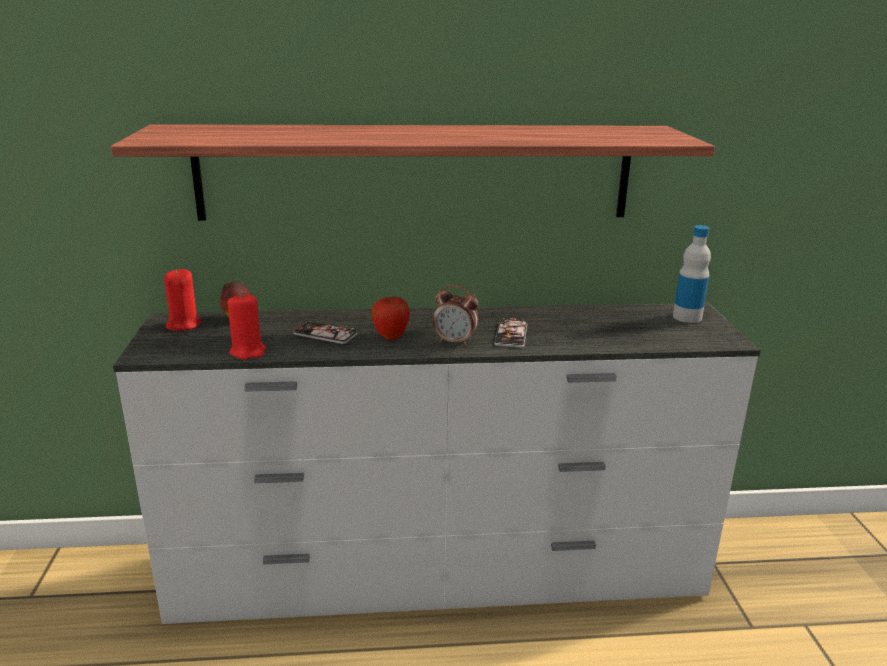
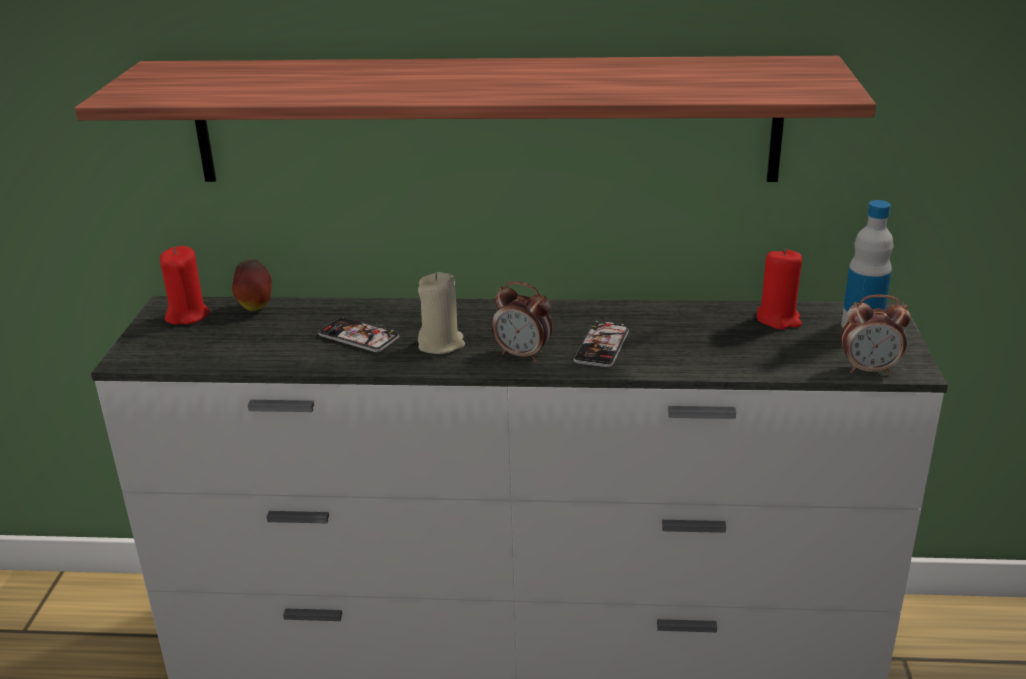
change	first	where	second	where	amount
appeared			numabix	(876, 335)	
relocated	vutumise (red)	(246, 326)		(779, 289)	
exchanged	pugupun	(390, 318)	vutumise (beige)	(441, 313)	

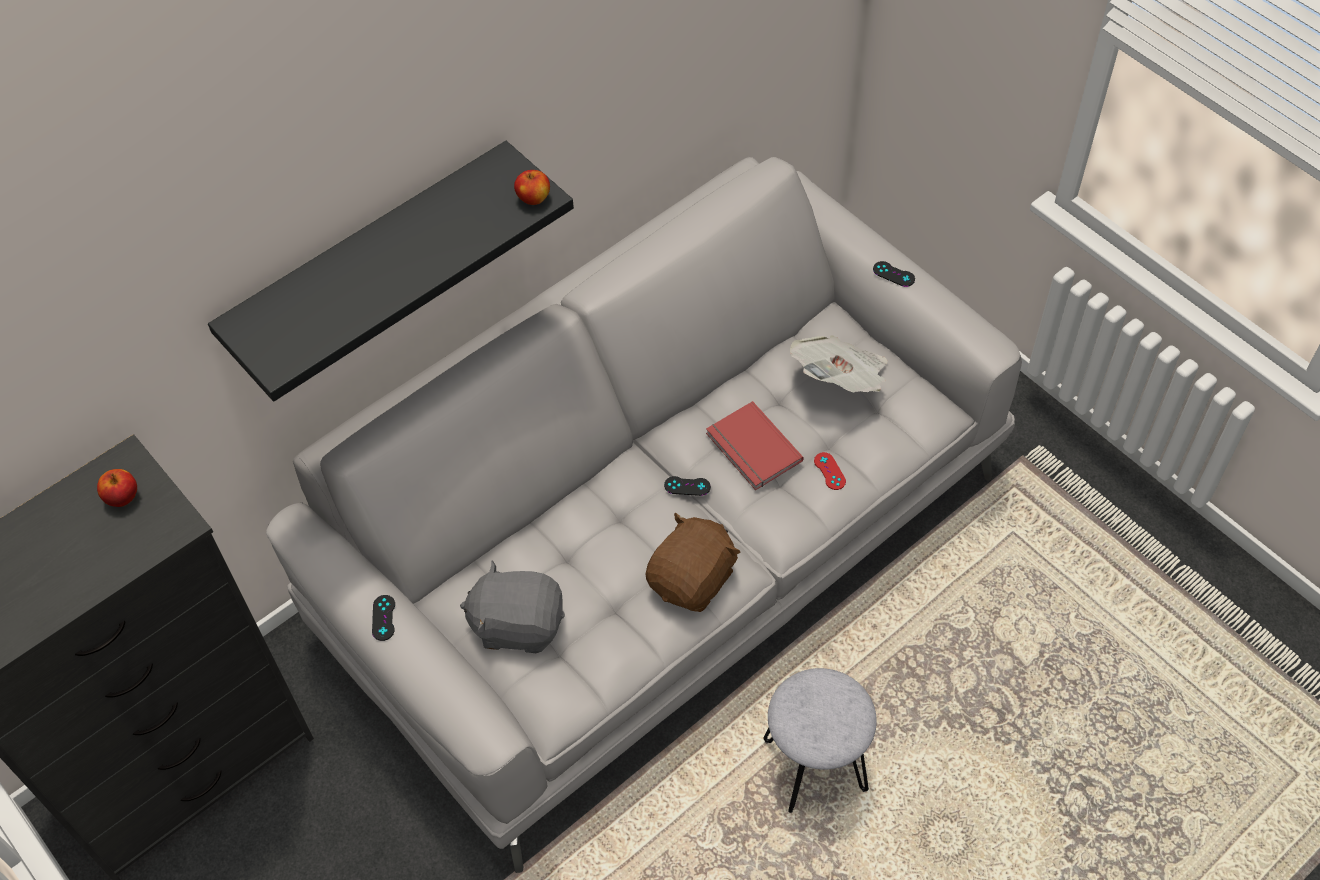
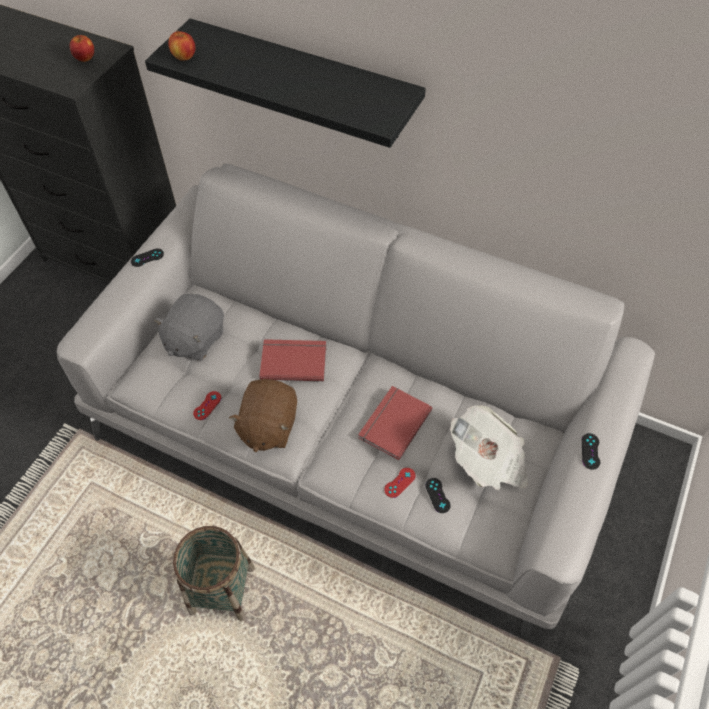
change	first	where	second	where	amount
appeared			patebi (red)	(207, 405)	
appeared			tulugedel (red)	(292, 360)	
relocated	pugupun	(532, 187)		(181, 46)	
relocated	patebi (black)	(687, 486)		(438, 495)	
exchanged	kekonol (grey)	(820, 740)	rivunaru	(214, 573)	
spun	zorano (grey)	(512, 606)		(189, 327)	135 degrees counterclockwise
spun	zorano (brown)	(693, 562)		(263, 415)	90 degrees clockwise

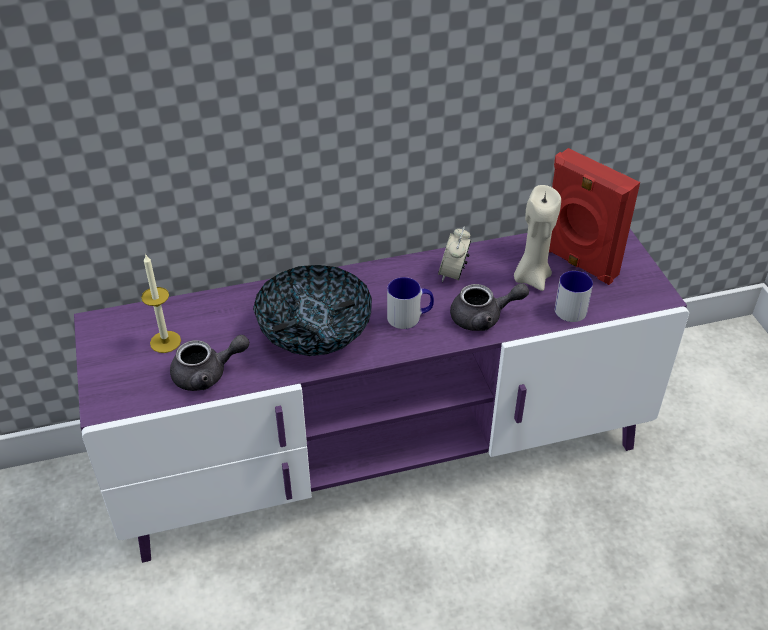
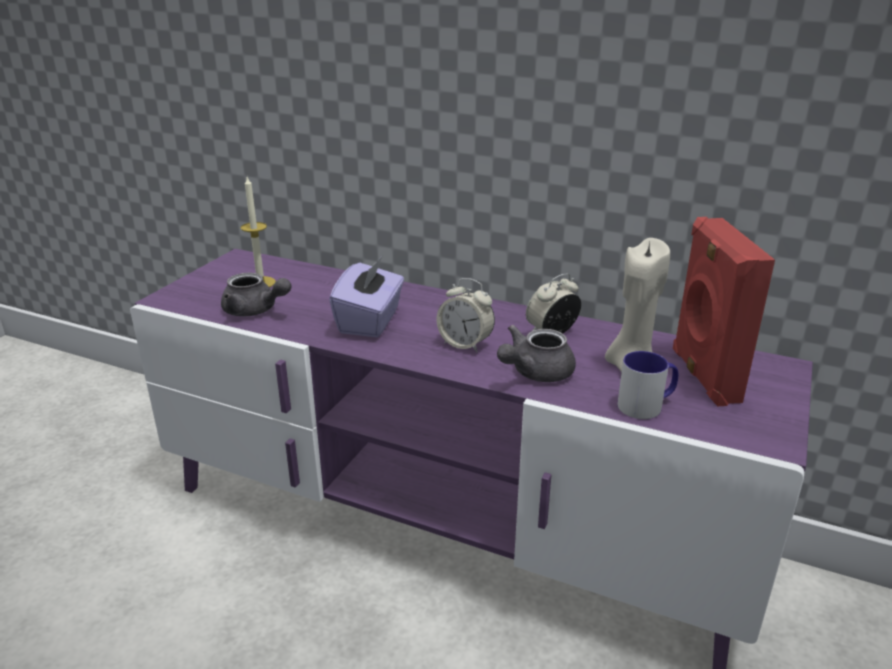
change	first	where	second	where	amount
exchanged	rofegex	(312, 310)	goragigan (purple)	(366, 297)	
exchanged	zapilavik	(410, 303)	numabix	(466, 315)	
spun	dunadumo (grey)	(489, 307)		(536, 353)	105 degrees clockwise

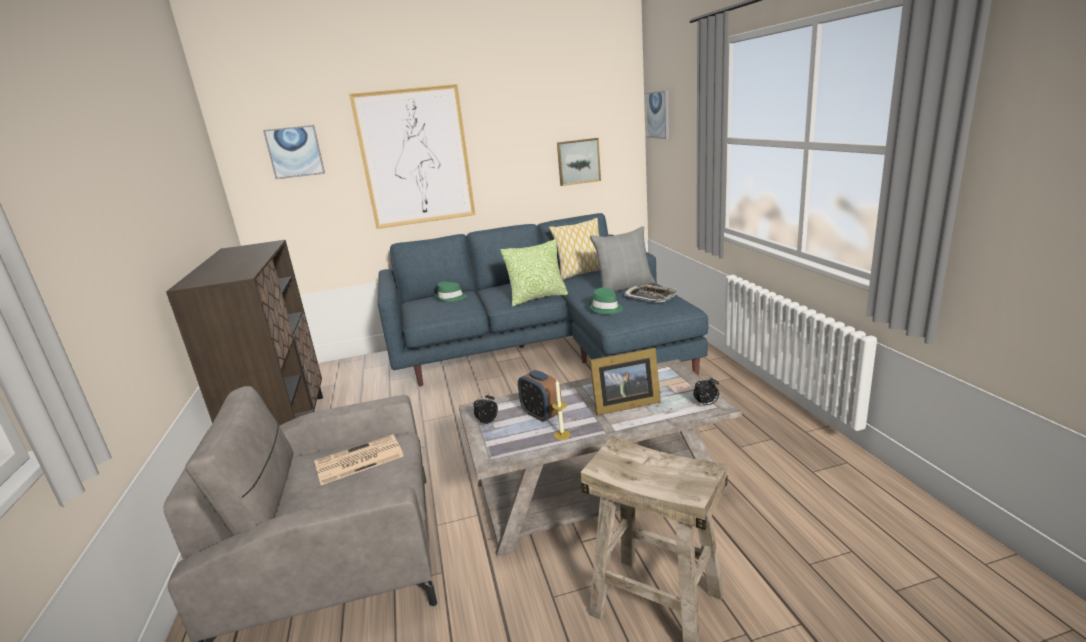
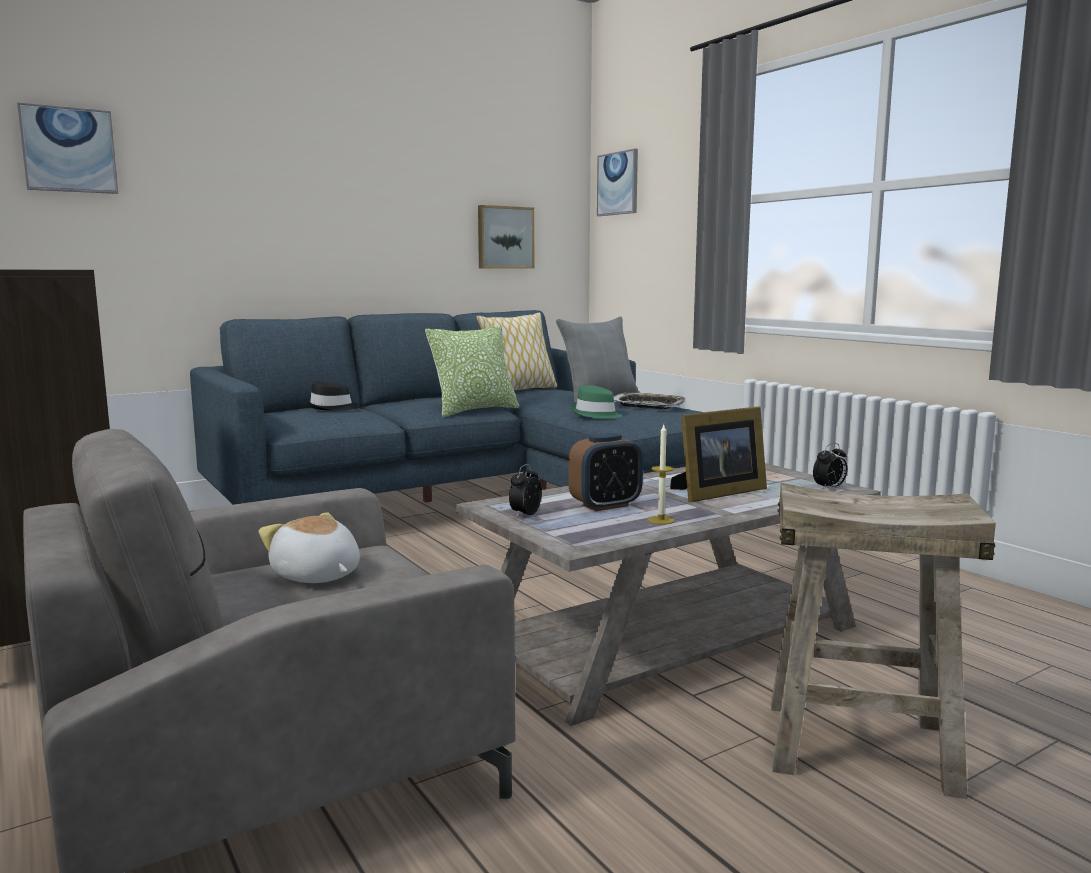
change	first	where	second	where	amount
missing	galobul	(412, 156)			
exchanged	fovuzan	(359, 459)	zorano	(309, 547)	
colour	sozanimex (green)	(451, 291)	sozanimex (black)	(332, 396)	
spun	numabix	(540, 396)		(605, 472)	60 degrees counterclockwise

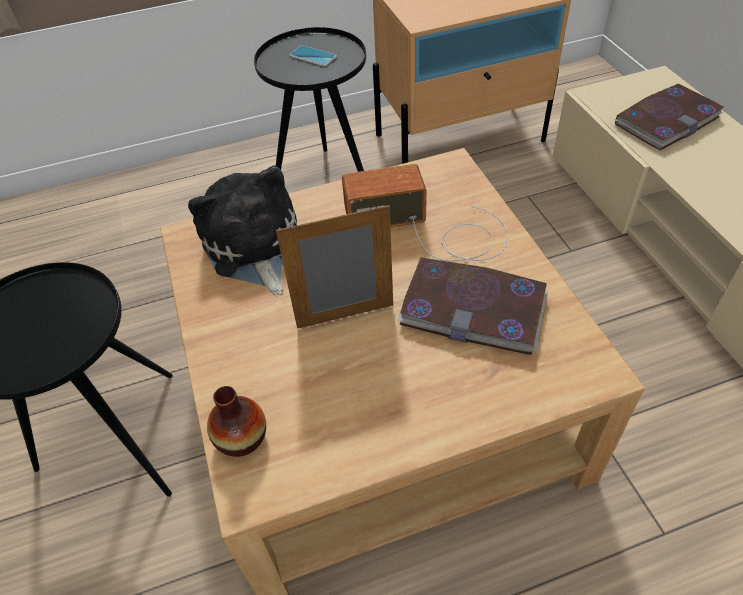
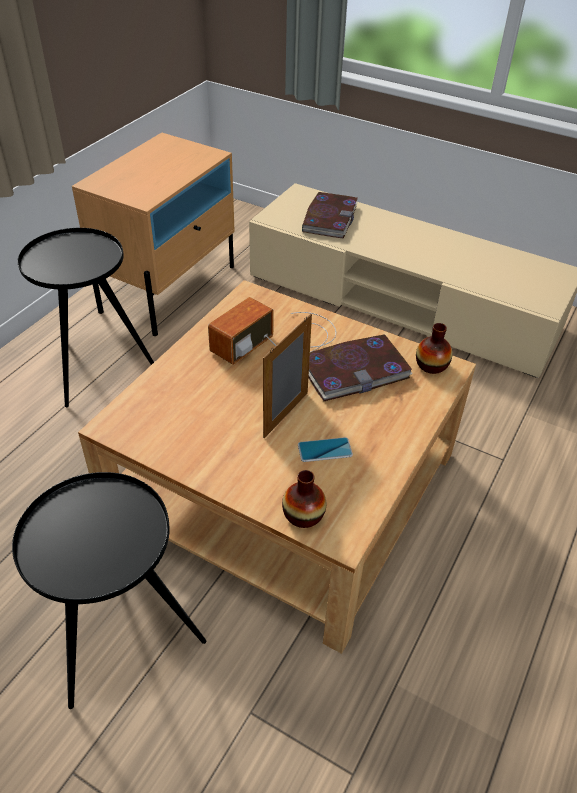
change	first	where	second	where	amount
missing	zorano	(242, 230)			
appeared			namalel	(434, 348)	
relocated	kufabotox	(313, 55)		(325, 449)	

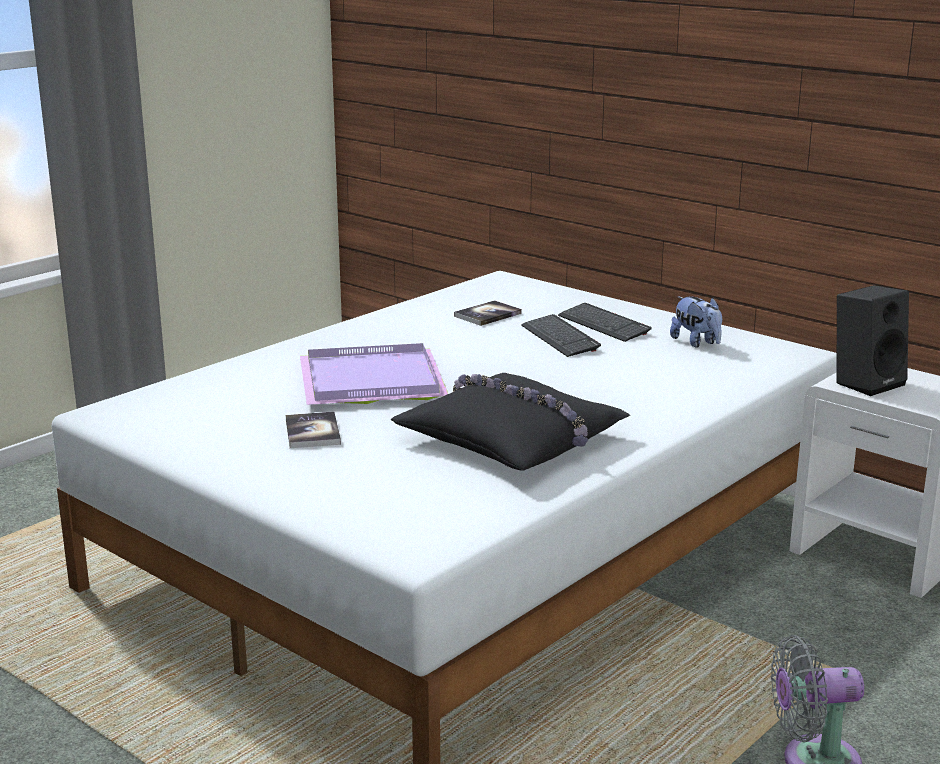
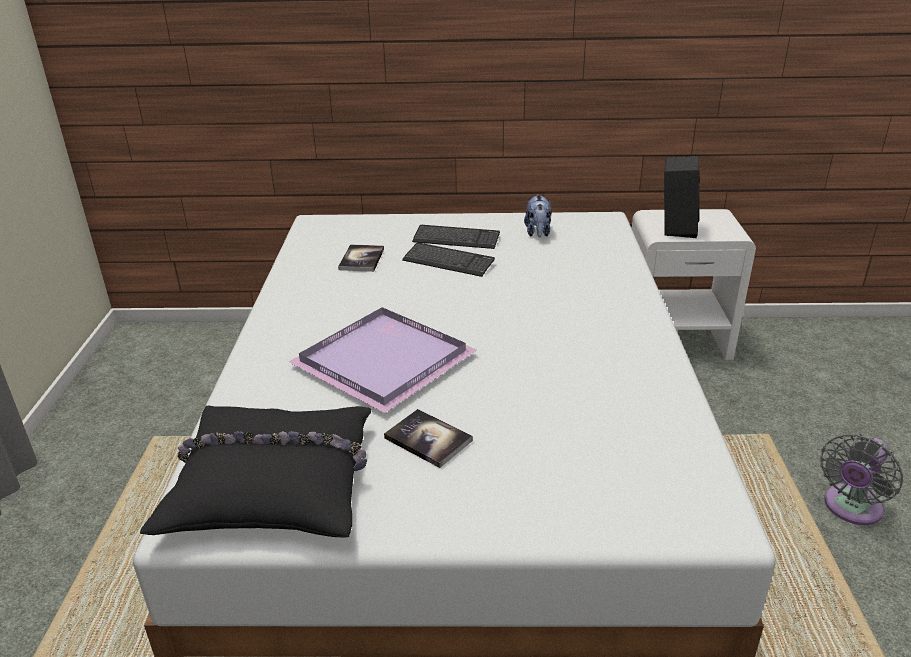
change	first	where	second	where	amount
relocated	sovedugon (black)	(510, 422)		(255, 471)	
spun	zorano	(696, 322)		(538, 216)	75 degrees clockwise

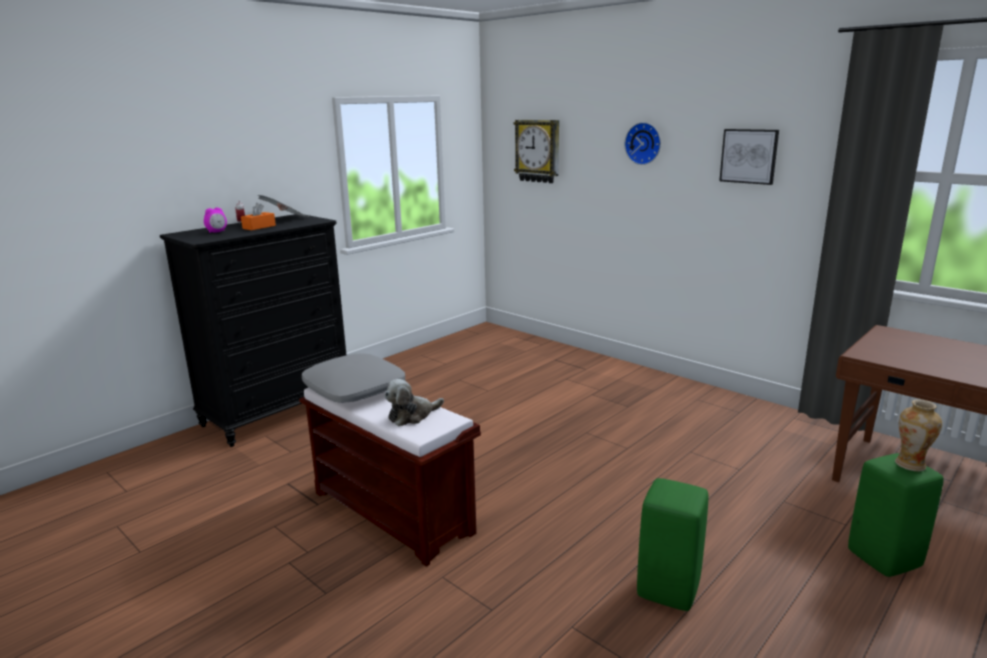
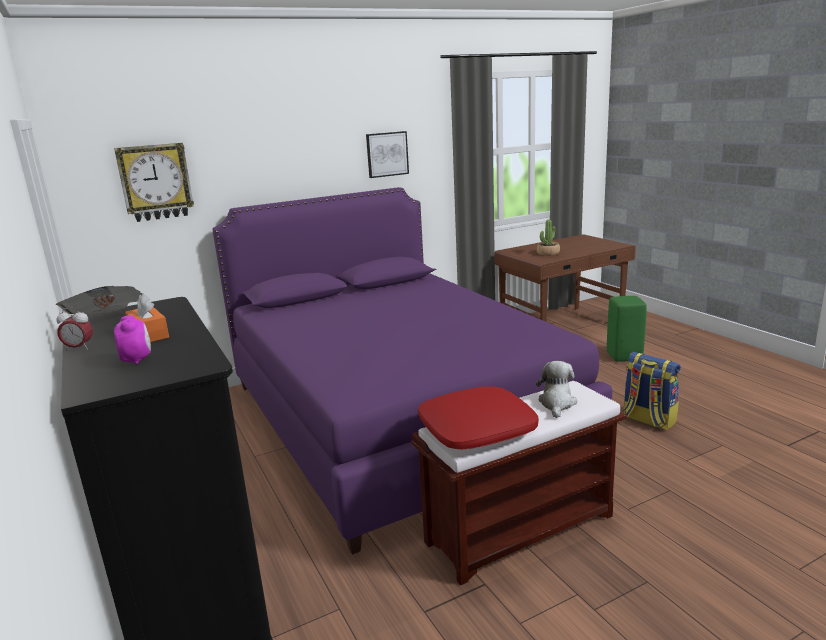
change	first	where	second	where	amount
missing	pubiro	(643, 143)			
missing	namalel	(918, 435)			
appeared			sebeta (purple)	(412, 371)	
appeared			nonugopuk	(548, 237)	
exchanged	kekonol (green)	(672, 544)	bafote	(651, 391)	
colour	sovedugon (grey)	(353, 378)	sovedugon (red)	(478, 418)	
spun	zorano	(414, 402)		(556, 389)	150 degrees counterclockwise

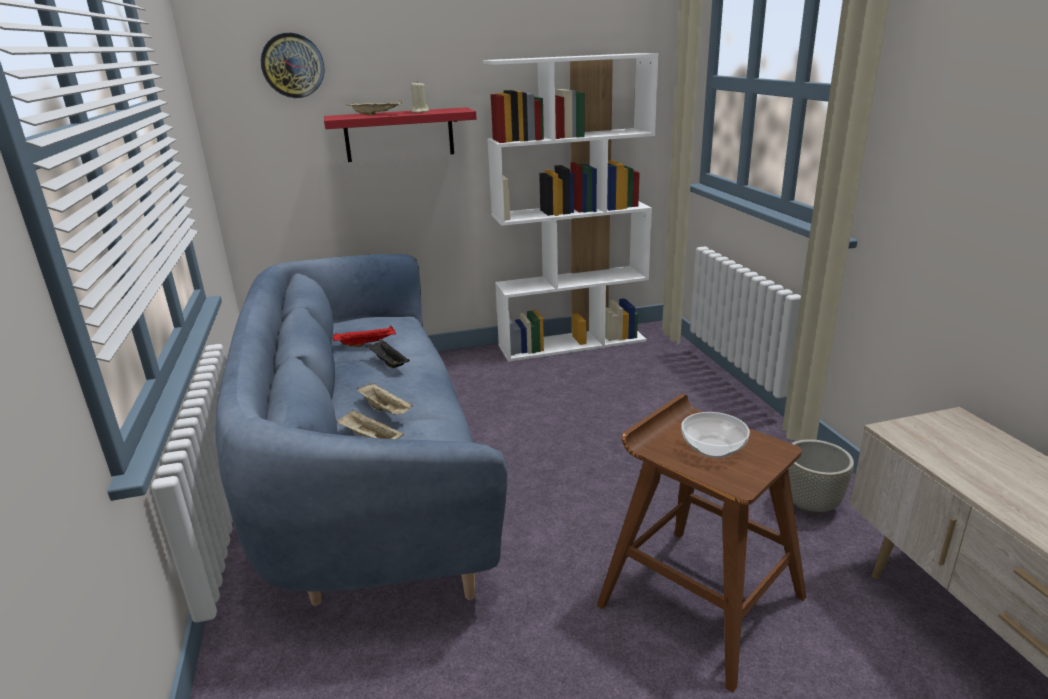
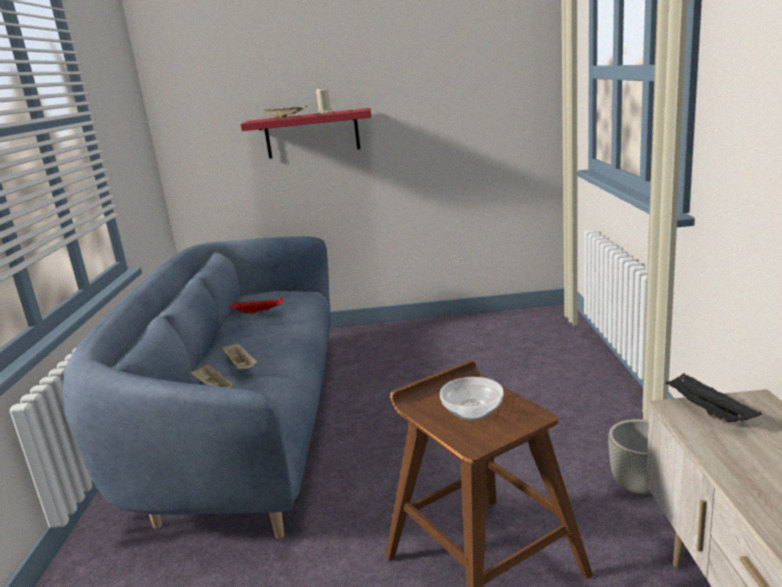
change	first	where	second	where	amount
missing	pubiro	(293, 65)			
missing	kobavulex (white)	(571, 207)			
relocated	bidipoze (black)	(388, 354)		(713, 397)	

